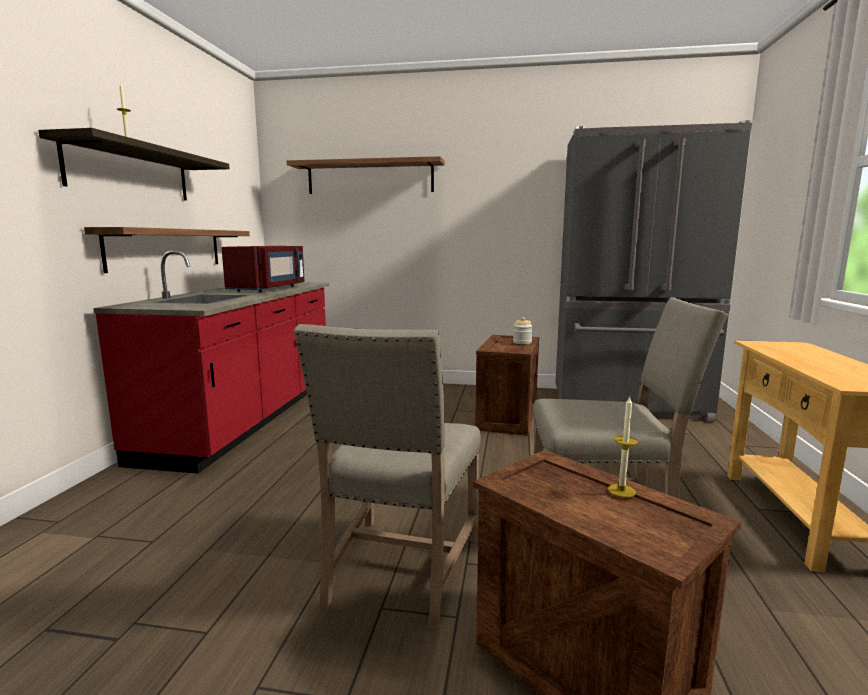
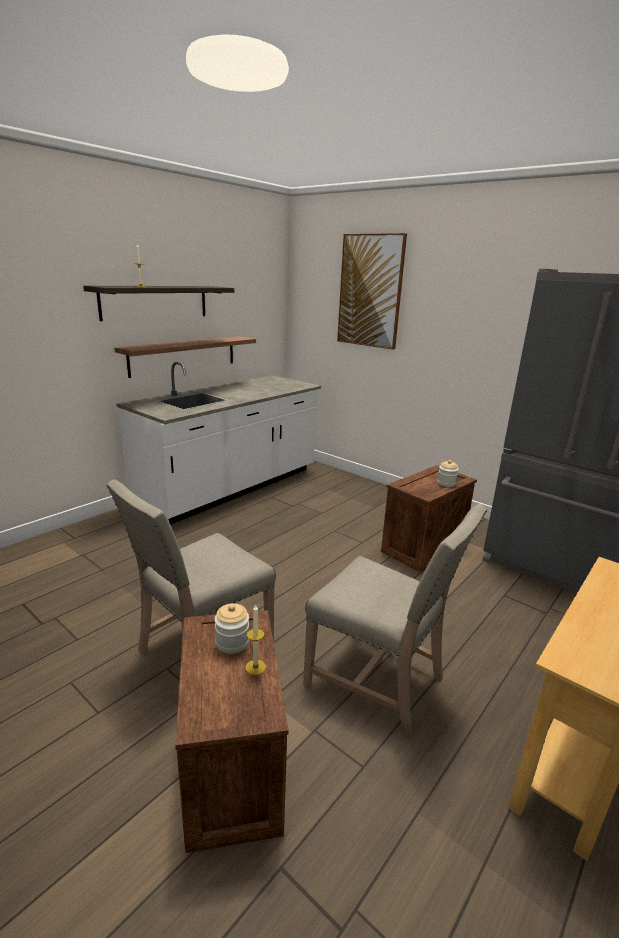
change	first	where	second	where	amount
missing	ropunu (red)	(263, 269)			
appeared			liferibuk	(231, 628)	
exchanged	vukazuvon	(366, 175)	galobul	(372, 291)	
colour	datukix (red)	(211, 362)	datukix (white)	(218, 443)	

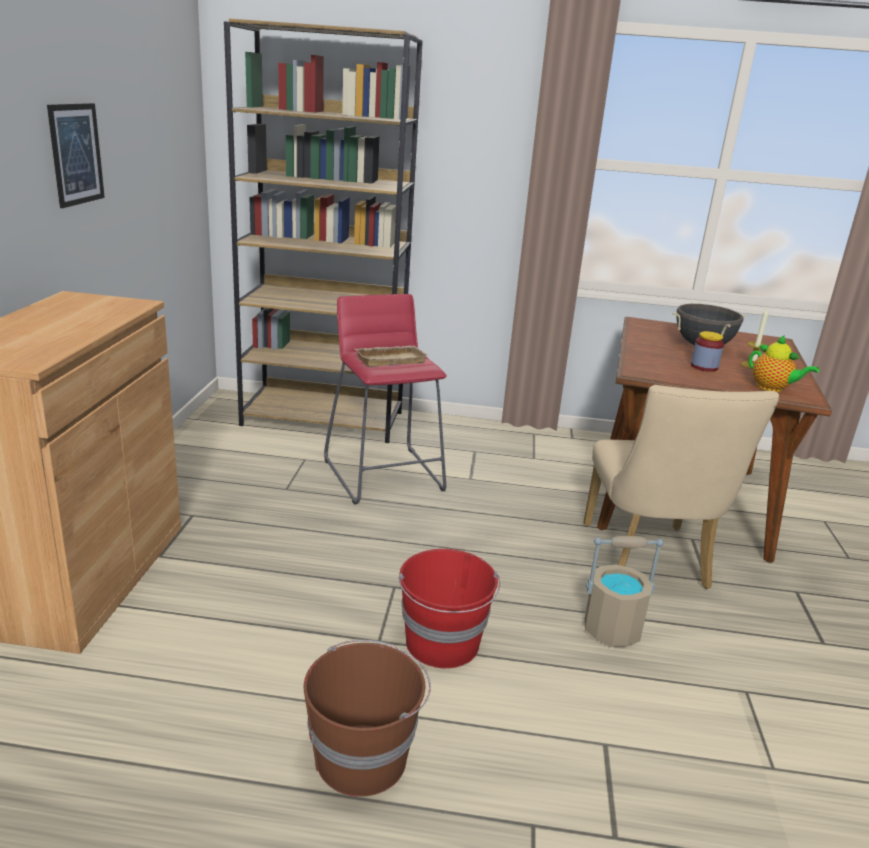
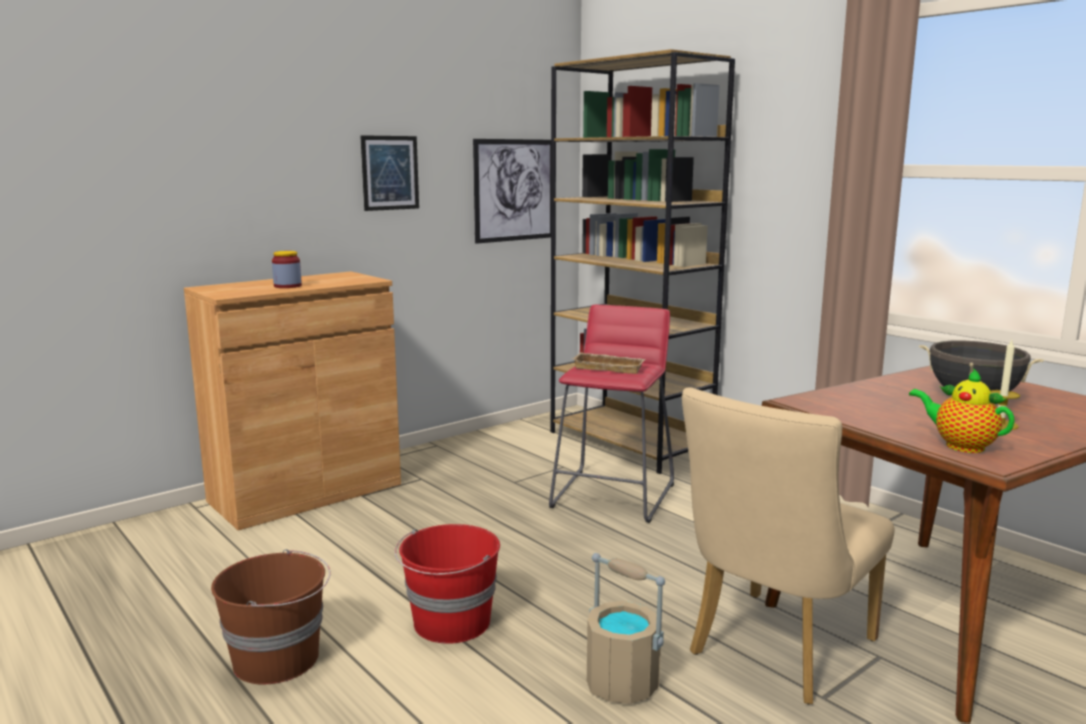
change	first	where	second	where	amount
appeared			galobul	(512, 191)	
relocated	liferibuk	(707, 351)		(287, 269)	
spun	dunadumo	(784, 363)		(962, 410)	135 degrees clockwise

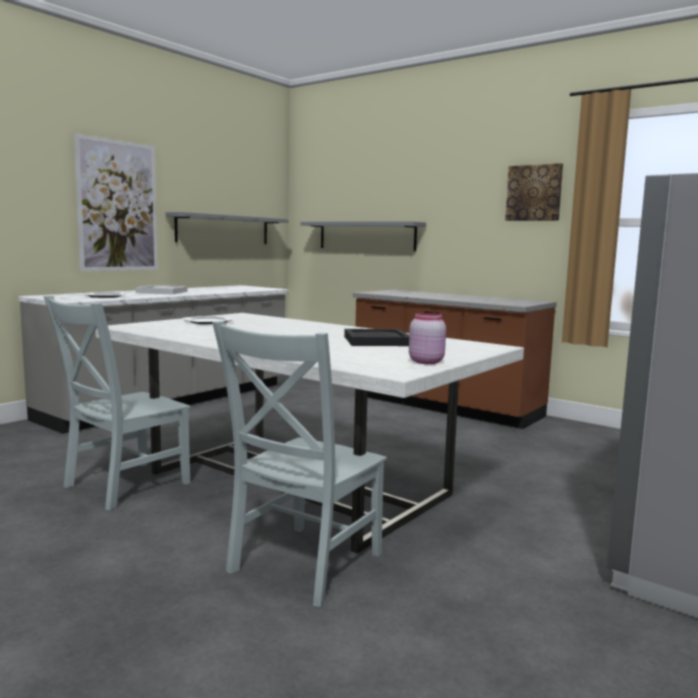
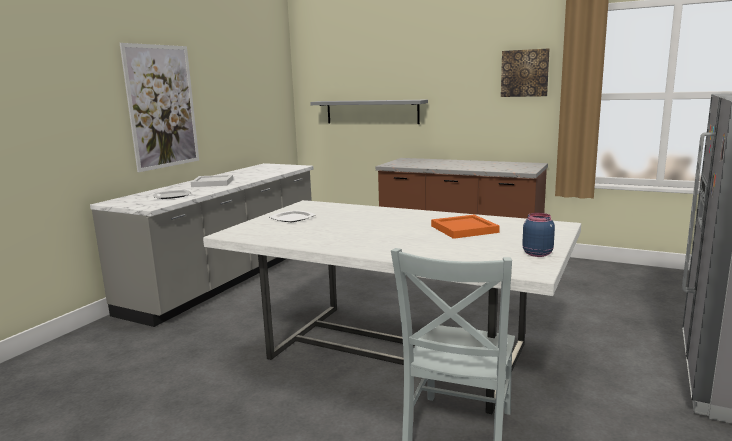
change	first	where	second	where	amount
missing	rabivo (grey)	(116, 403)			
missing	vukazuvon (grey)	(226, 228)			
colour	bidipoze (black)	(376, 337)	bidipoze (orange)	(465, 227)	
colour	liferibuk (pink)	(427, 338)	liferibuk (blue)	(538, 235)	

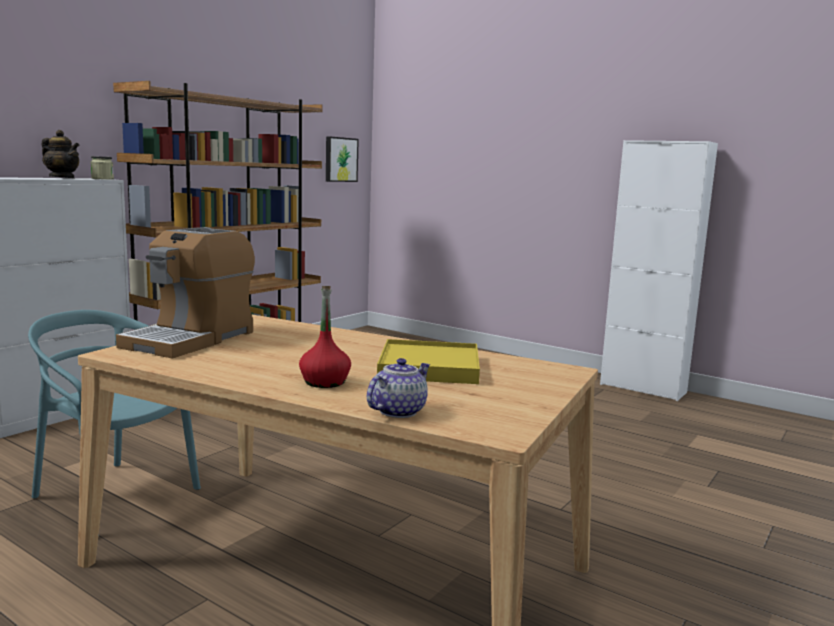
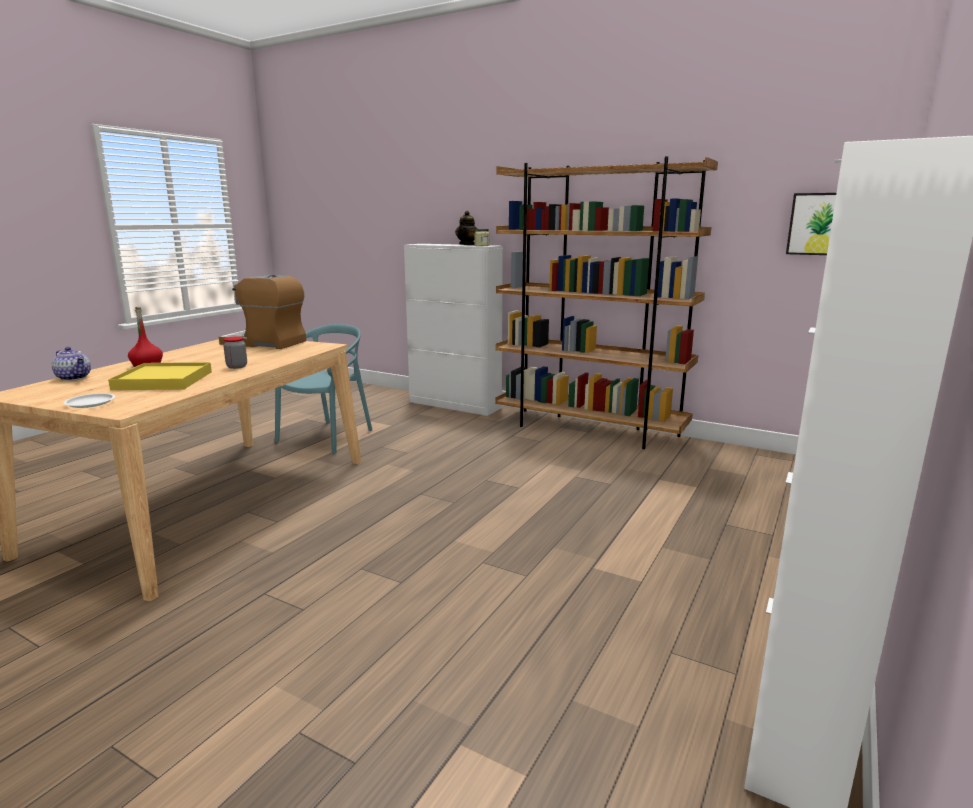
change	first	where	second	where	amount
appeared			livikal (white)	(89, 400)	
appeared			liferibuk	(235, 352)	

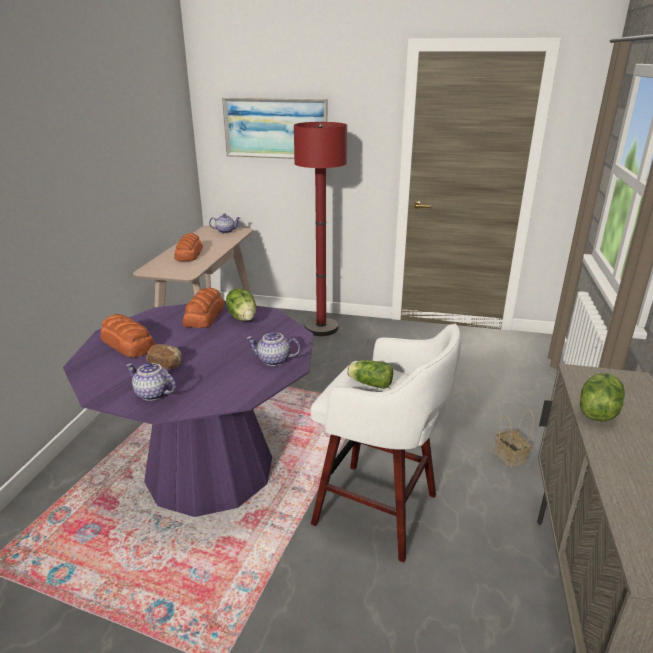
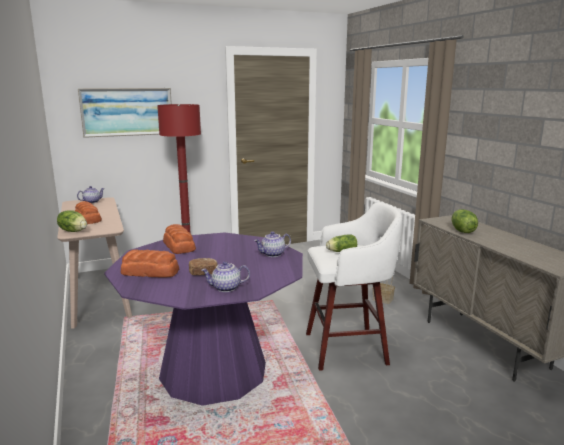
change	first	where	second	where	amount
relocated	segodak	(241, 304)		(72, 221)	

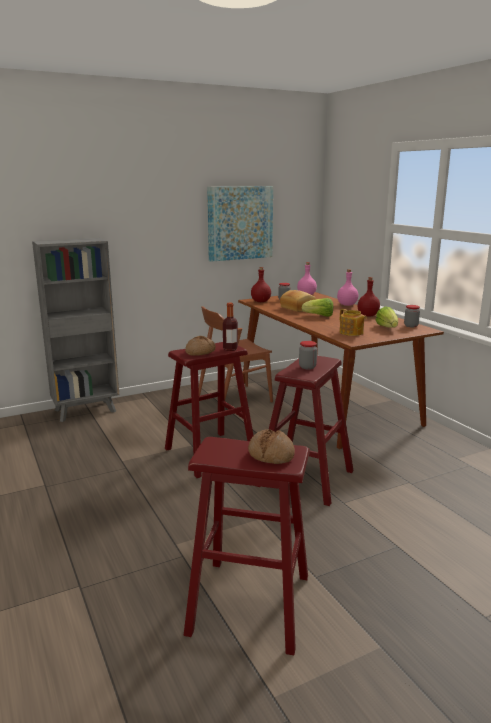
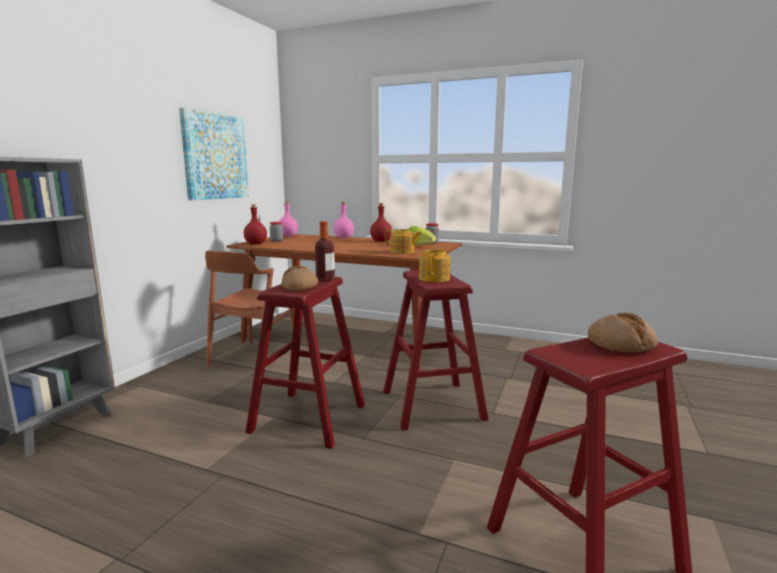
change	first	where	second	where	amount
missing	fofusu	(298, 301)			
missing	segodak	(317, 307)			
exchanged	liferibuk	(308, 355)	dunadumo	(435, 265)	

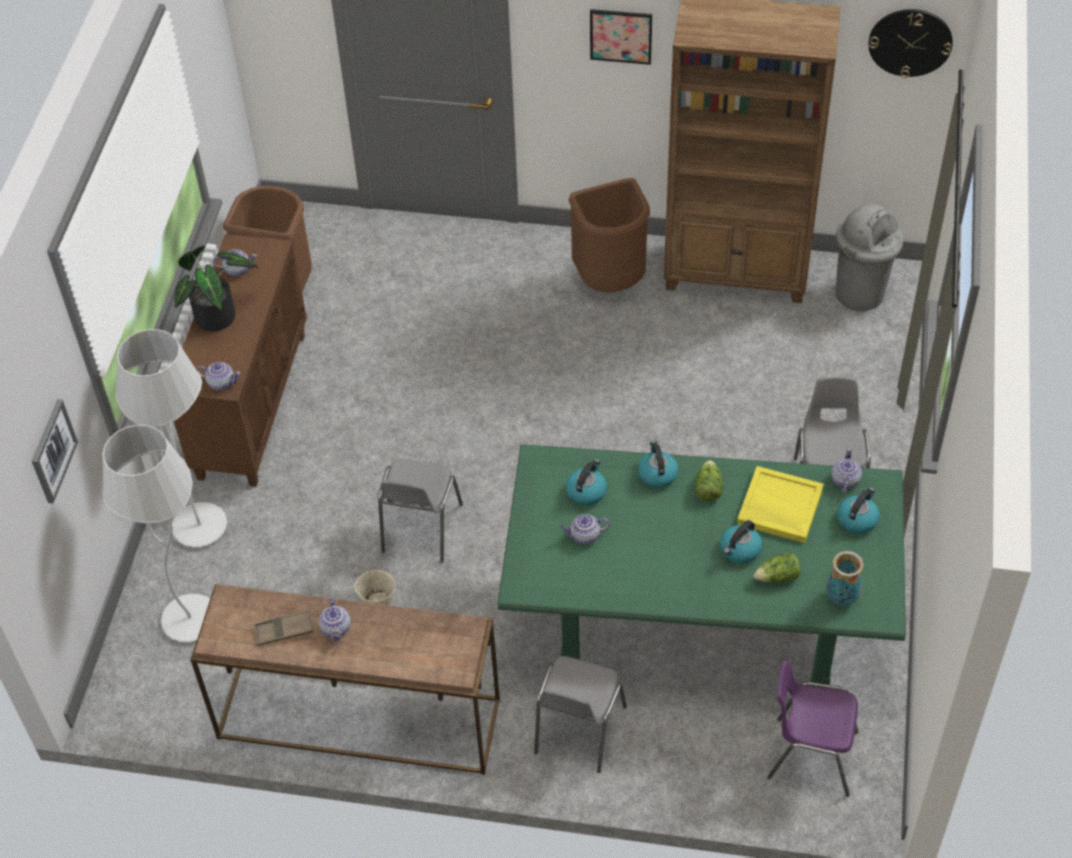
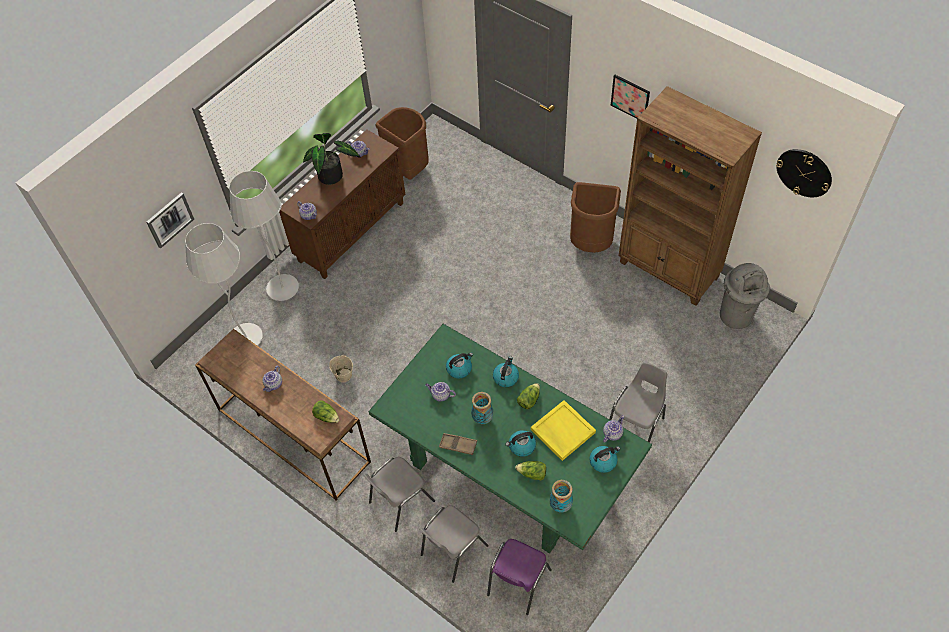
change	first	where	second	where	amount
appeared			segodak	(326, 411)	
appeared			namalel	(482, 408)	
relocated	bidipoze (brown)	(283, 628)		(458, 444)	
relocated	rabivo (grey)	(420, 510)		(453, 544)	
spun	rabivo (purple)	(813, 728)		(519, 577)	105 degrees counterclockwise

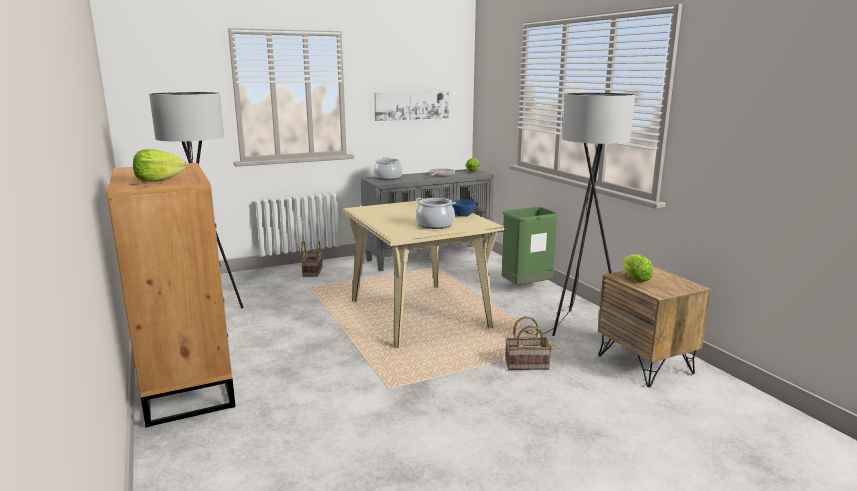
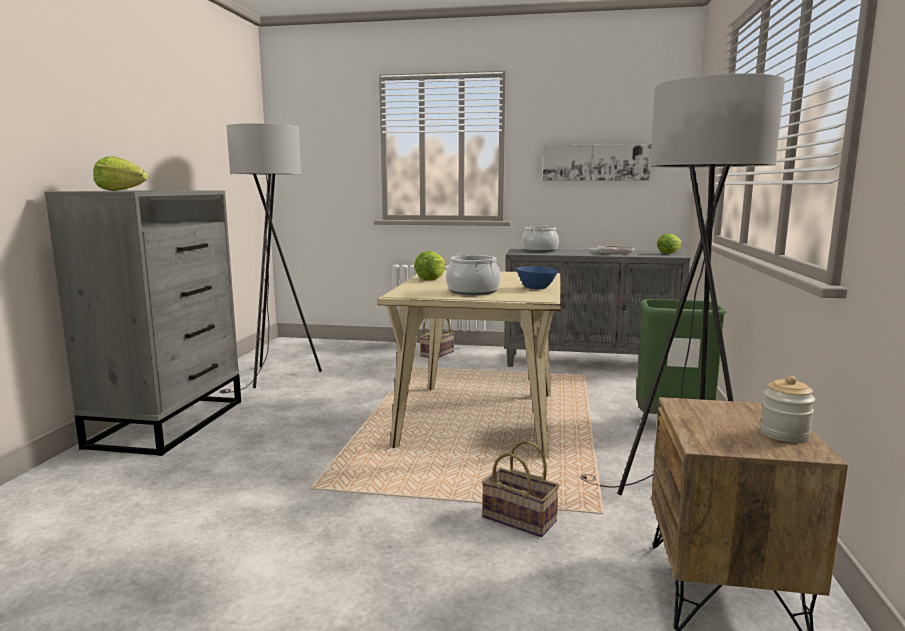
change	first	where	second	where	amount
appeared			liferibuk	(787, 409)	
relocated	segodak	(638, 268)		(430, 265)	
colour	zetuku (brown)	(171, 295)	zetuku (grey)	(142, 323)	

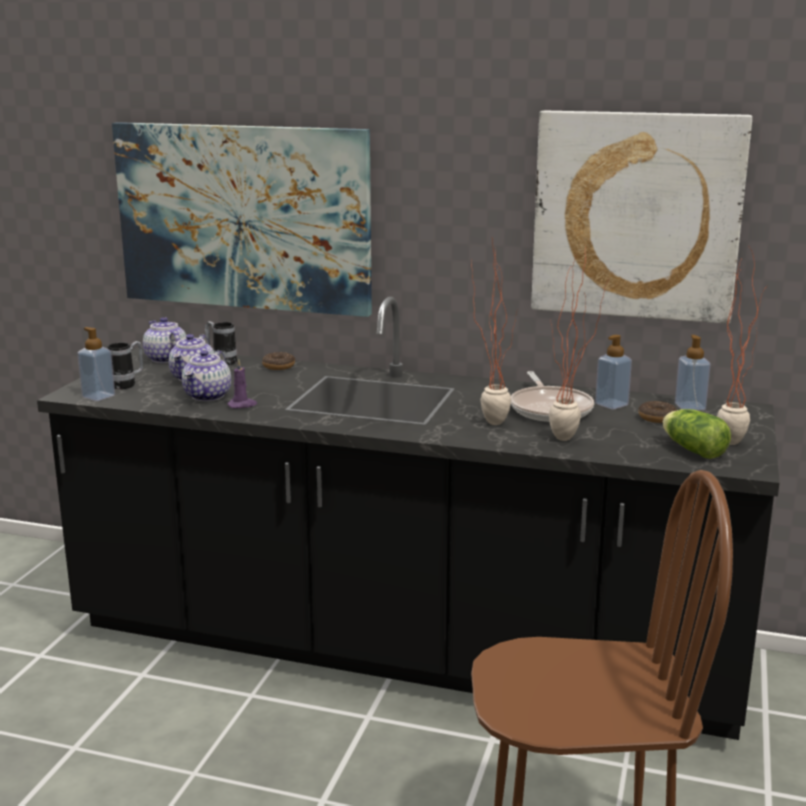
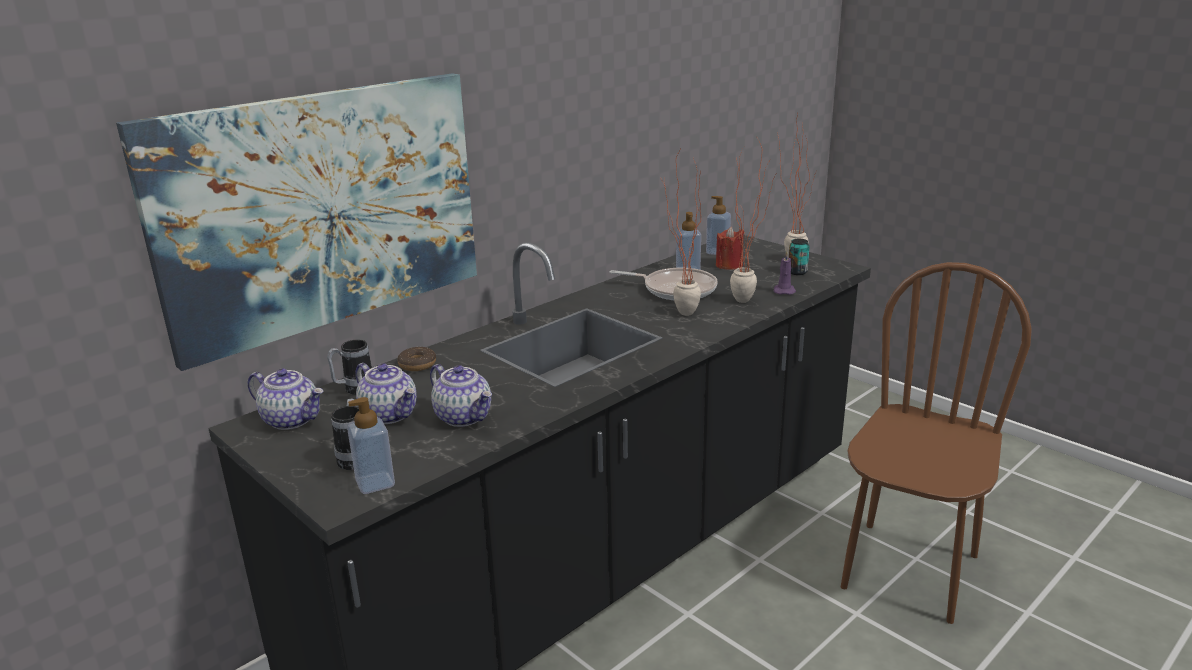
change	first	where	second	where	amount
missing	galobul	(641, 217)			
relocated	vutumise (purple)	(242, 383)		(785, 273)	
exchanged	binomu	(657, 412)	vutumise (red)	(730, 248)	
exchanged	segodak	(697, 434)	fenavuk	(799, 257)	
spun	dunadumo	(164, 340)		(285, 399)	150 degrees counterclockwise

